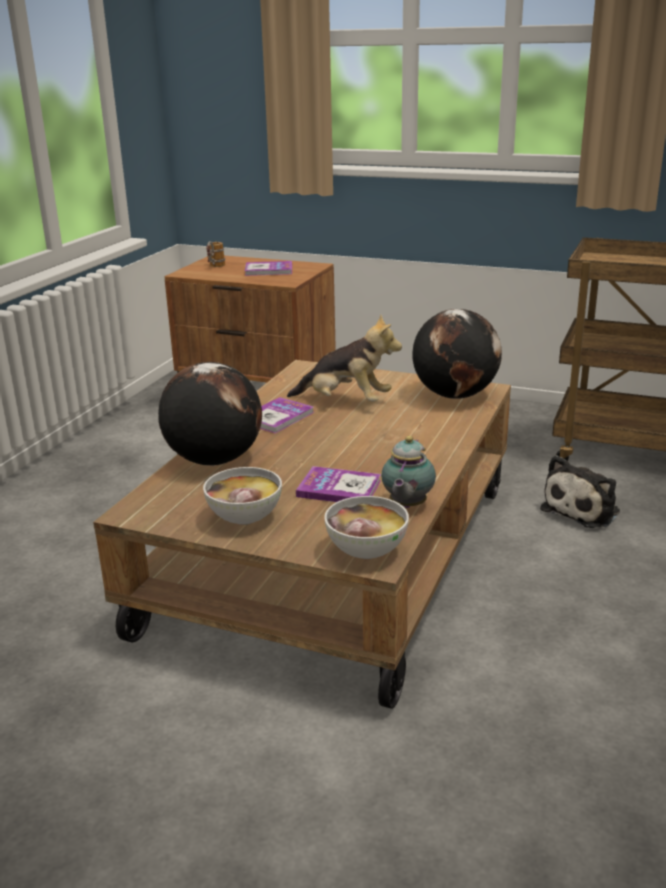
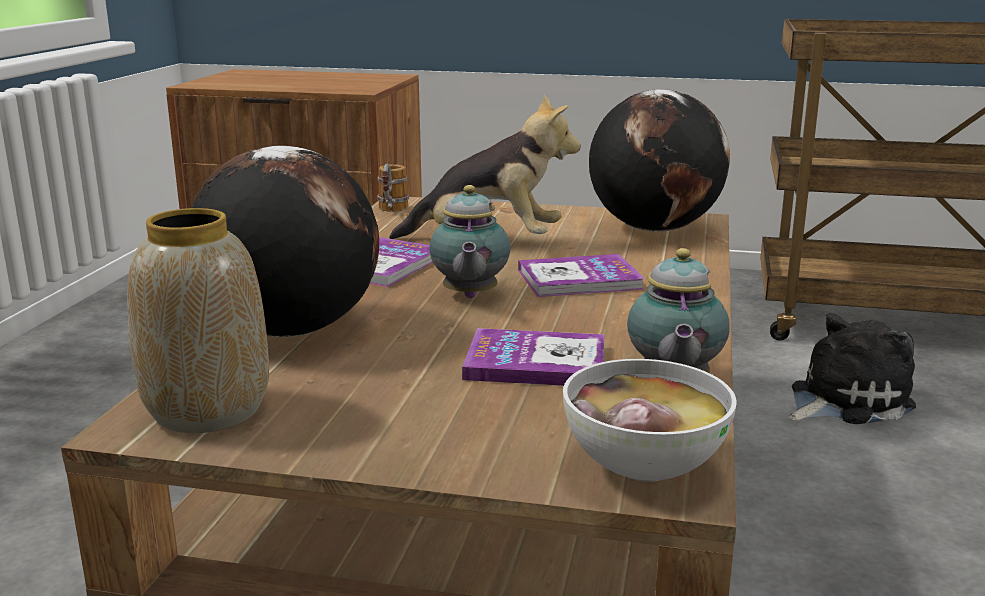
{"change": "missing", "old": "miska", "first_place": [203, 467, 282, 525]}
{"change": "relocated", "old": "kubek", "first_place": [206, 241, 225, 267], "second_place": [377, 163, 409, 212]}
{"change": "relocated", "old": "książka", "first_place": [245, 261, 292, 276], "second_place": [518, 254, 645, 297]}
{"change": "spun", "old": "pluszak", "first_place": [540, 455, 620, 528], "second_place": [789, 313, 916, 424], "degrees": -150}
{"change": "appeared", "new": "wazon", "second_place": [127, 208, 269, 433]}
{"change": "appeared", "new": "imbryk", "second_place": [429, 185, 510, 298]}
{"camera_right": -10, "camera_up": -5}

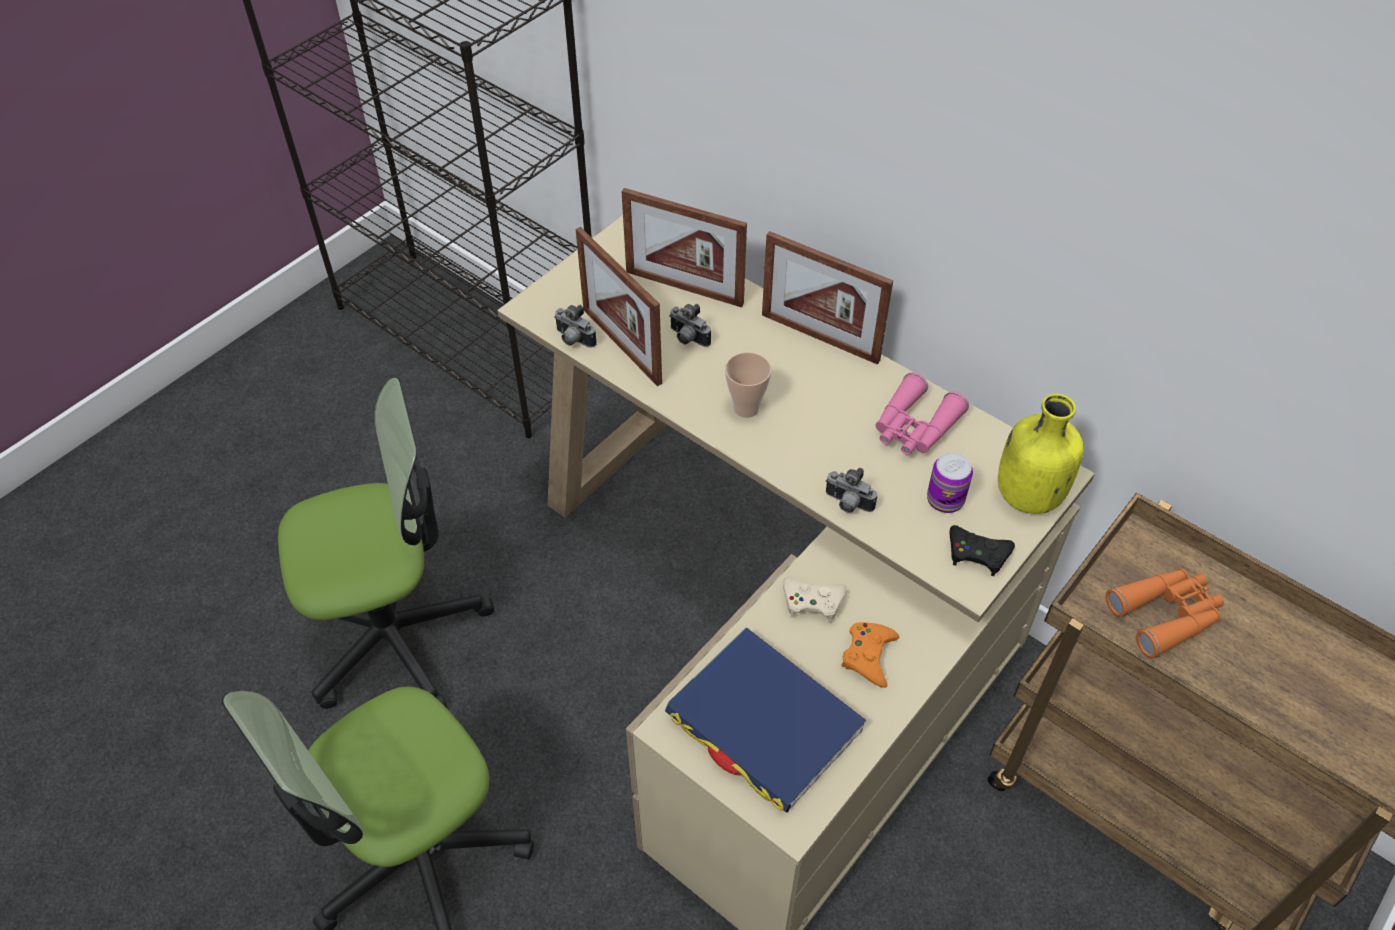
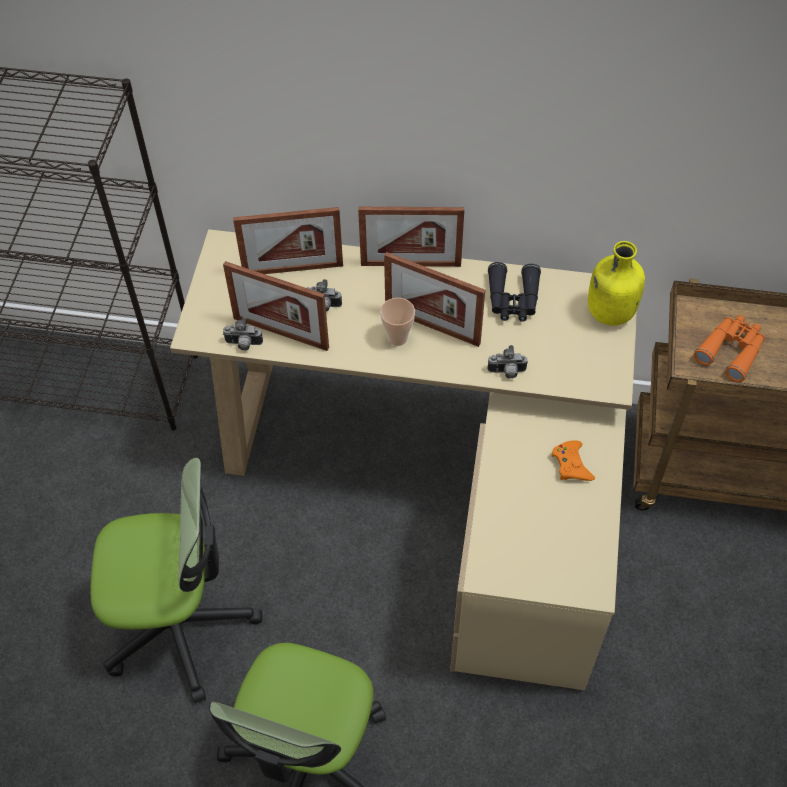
{"change": "spun", "old": "krzesło biurowe", "first_place": [278, 377, 494, 709], "second_place": [90, 457, 262, 703], "degrees": 45}
{"change": "missing", "old": "książka/niebieski", "first_place": [665, 627, 866, 813]}
{"change": "missing", "old": "pad do gier/beżowy", "first_place": [783, 577, 847, 623]}
{"change": "colour", "old": "lornetka/różowy", "new": "lornetka/czarny", "first_place": [875, 372, 969, 455], "second_place": [488, 262, 541, 322]}
{"change": "missing", "old": "puszka", "first_place": [927, 452, 973, 513]}
{"change": "missing", "old": "pad do gier/czarny", "first_place": [949, 525, 1015, 576]}
{"change": "appeared", "new": "ramka na zdjęcie", "second_place": [384, 252, 485, 347]}
{"camera_right": -30, "camera_up": 5}

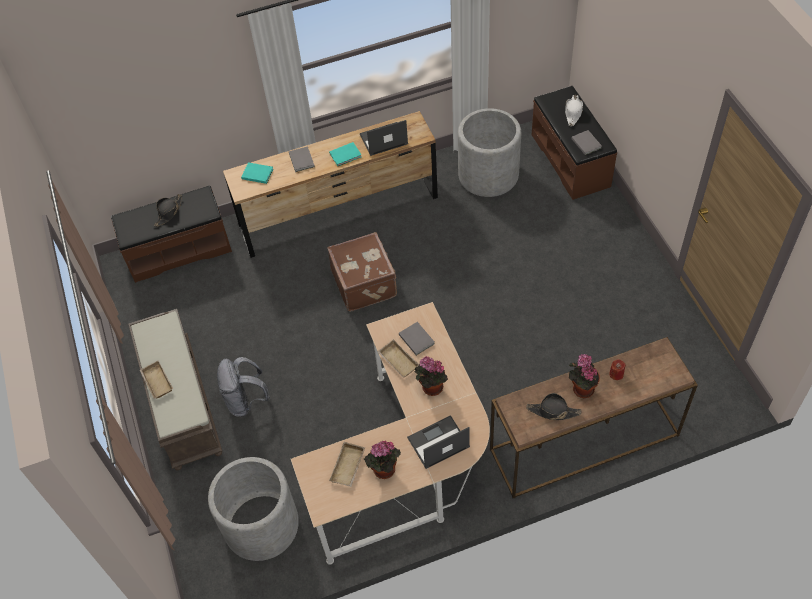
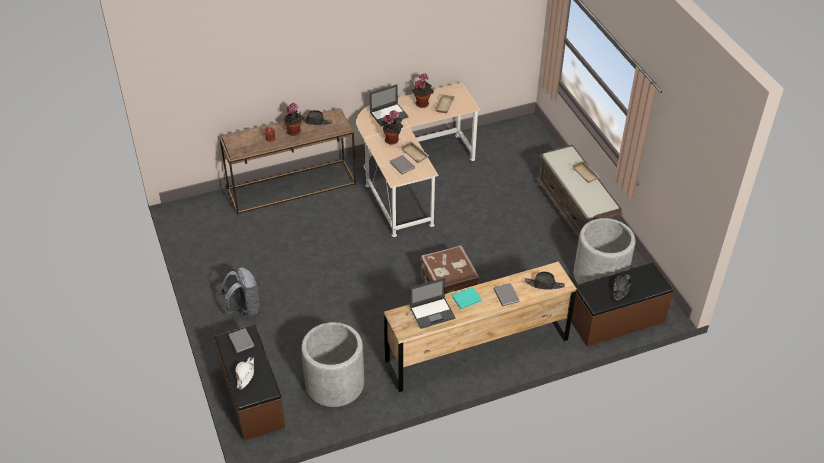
{"change": "relocated", "old": "donica/szary", "first_place": [208, 457, 299, 561], "second_place": [574, 218, 636, 284]}
{"change": "relocated", "old": "plecak/szary", "first_place": [217, 357, 270, 417], "second_place": [221, 267, 260, 317]}
{"change": "exchanged", "old": "książka/turkusowy", "new": "kapelusz/czarny", "first_place": [241, 162, 273, 184], "second_place": [525, 272, 565, 290]}
{"camera_right": 175, "camera_up": -10}

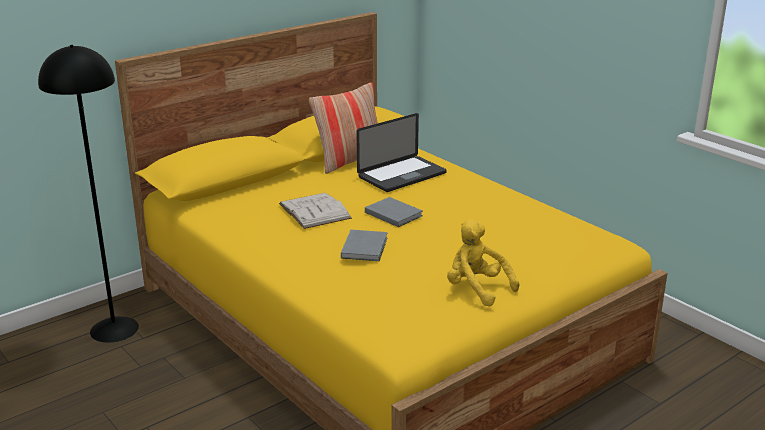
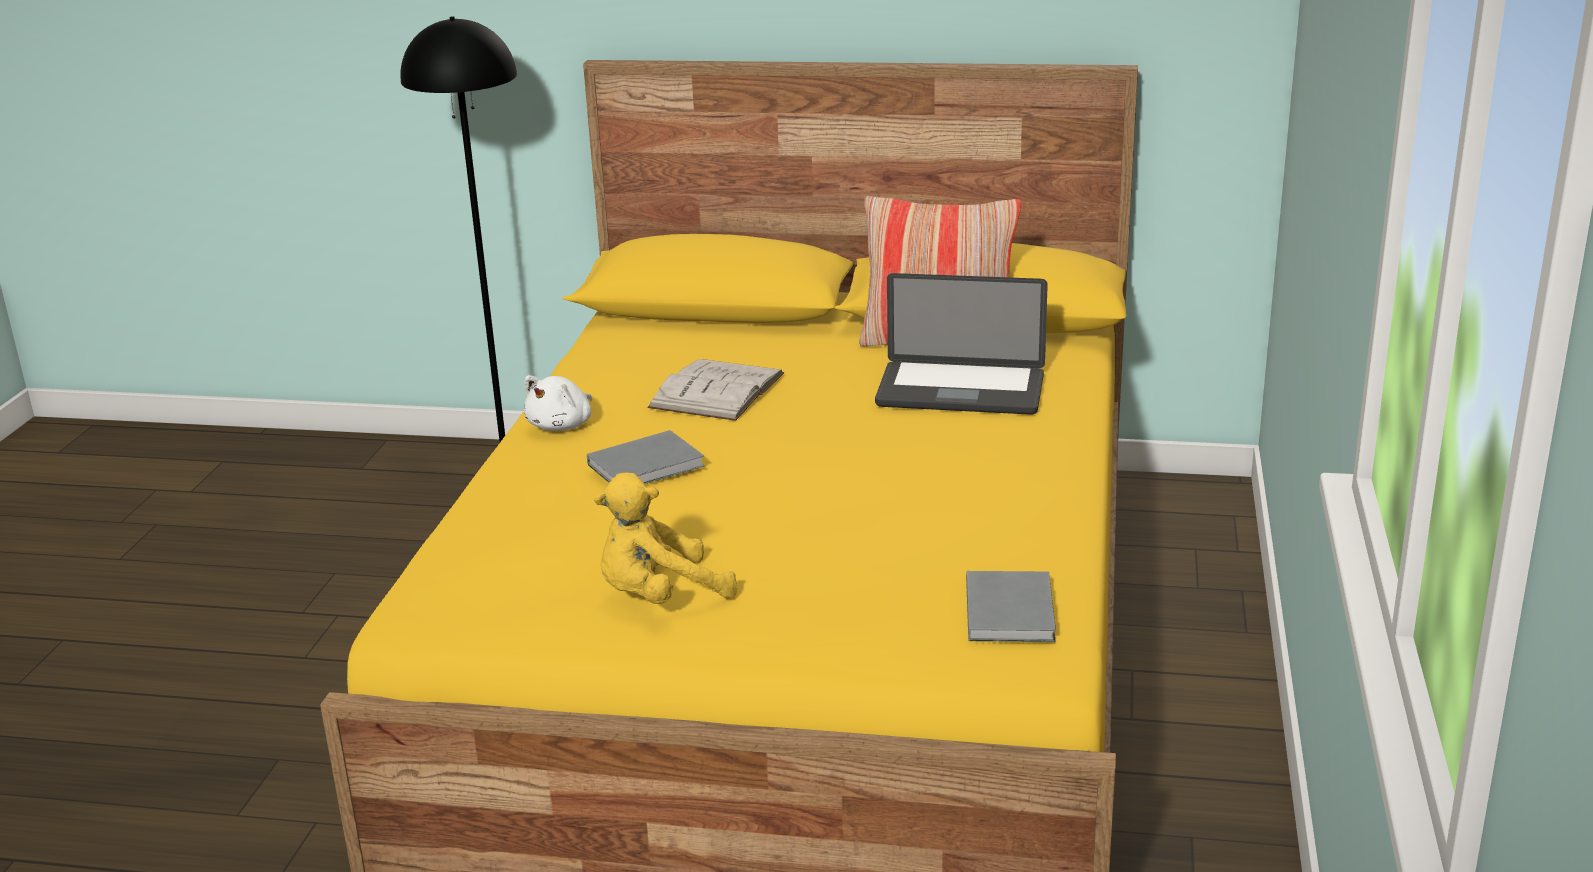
{"change": "relocated", "old": "książka/szary", "first_place": [365, 197, 423, 227], "second_place": [966, 571, 1056, 642]}
{"change": "spun", "old": "pluszak/żółty", "first_place": [447, 219, 519, 307], "second_place": [594, 473, 738, 604], "degrees": -120}
{"change": "appeared", "new": "pluszak/biały", "second_place": [524, 375, 592, 431]}
{"camera_right": 50, "camera_up": 0}

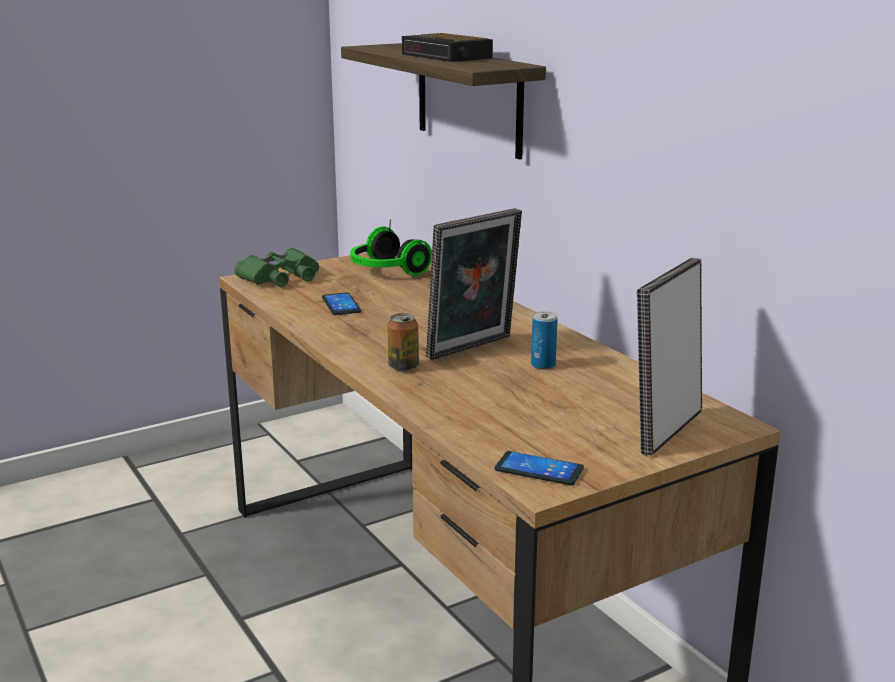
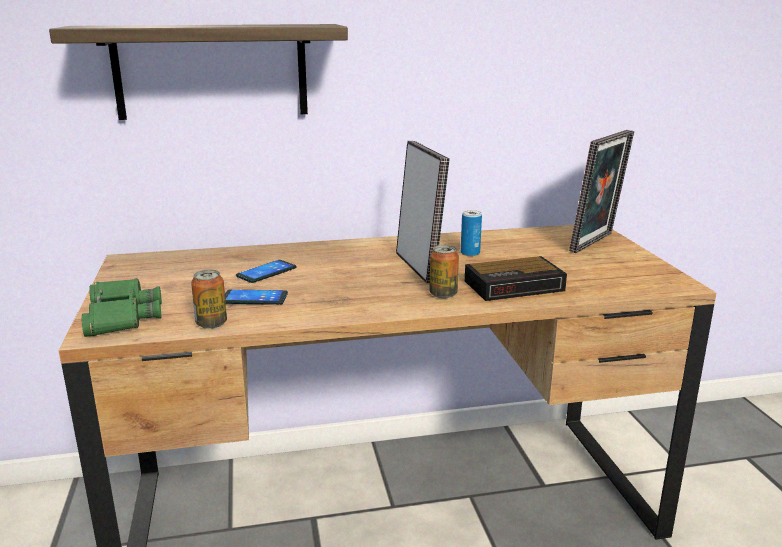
{"change": "missing", "old": "słuchawki", "first_place": [350, 219, 432, 276]}
{"change": "relocated", "old": "budzik", "first_place": [402, 33, 493, 62], "second_place": [465, 256, 567, 301]}
{"change": "relocated", "old": "telefon", "first_place": [495, 451, 584, 486], "second_place": [236, 260, 296, 283]}
{"change": "spun", "old": "ramka na zdjęcie", "first_place": [637, 258, 702, 456], "second_place": [569, 130, 634, 253], "degrees": -105}
{"change": "appeared", "new": "puszka", "second_place": [191, 269, 227, 329]}
{"camera_right": -70, "camera_up": 0}

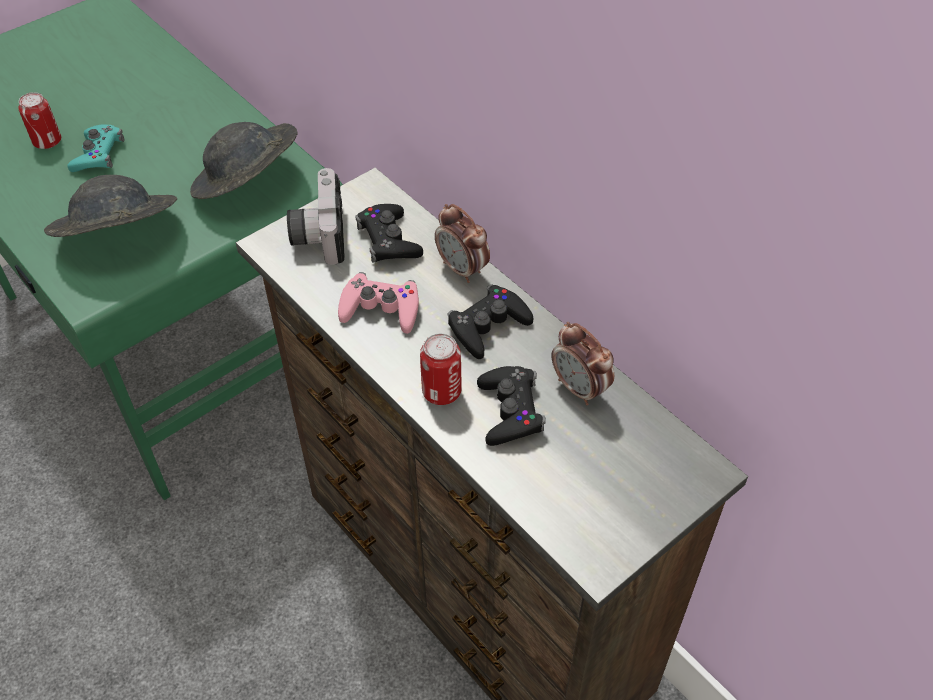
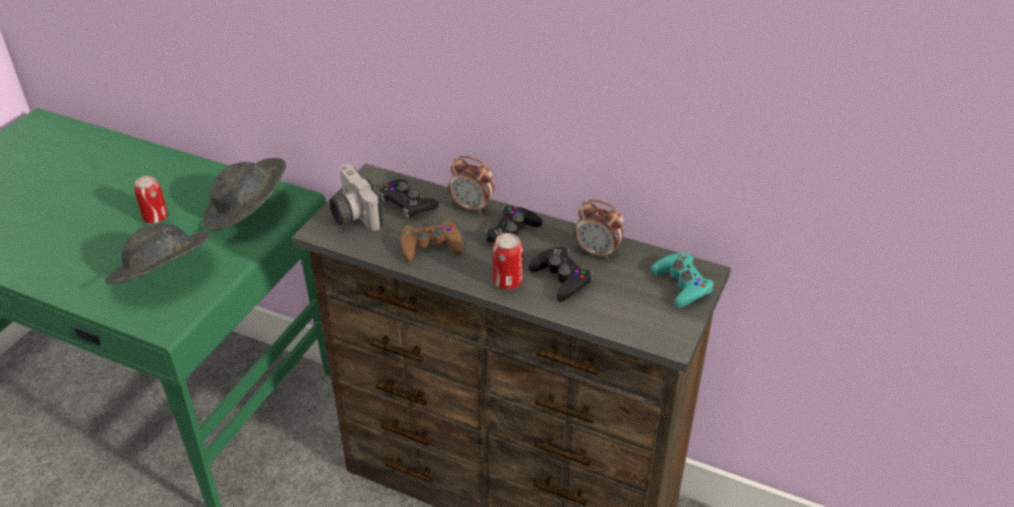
{"change": "relocated", "old": "puszka", "first_place": [18, 92, 61, 149], "second_place": [134, 176, 168, 223]}
{"change": "relocated", "old": "pad do gier/turkusowy", "first_place": [67, 124, 125, 172], "second_place": [651, 253, 715, 308]}
{"change": "colour", "old": "pad do gier/różowy", "new": "pad do gier/brązowy", "first_place": [338, 272, 419, 334], "second_place": [401, 220, 463, 263]}
{"camera_right": -25, "camera_up": -10}

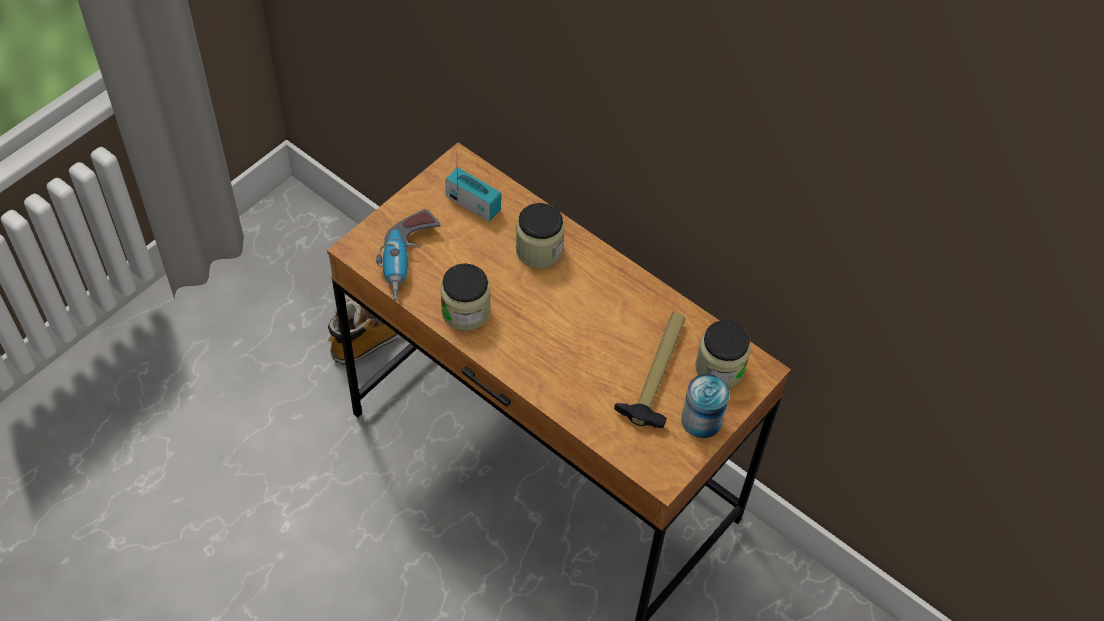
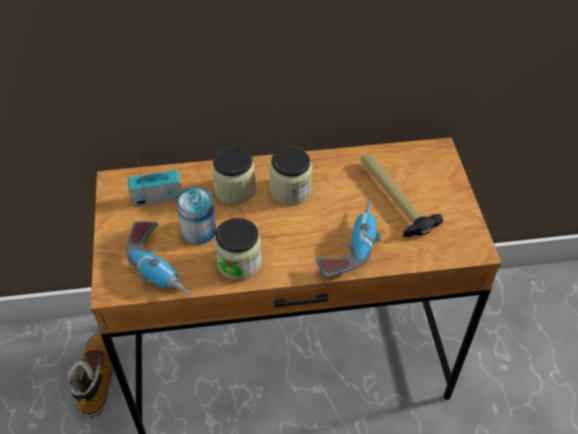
{"change": "relocated", "old": "puszka", "first_place": [681, 374, 730, 438], "second_place": [176, 187, 216, 245]}
{"change": "relocated", "old": "słoik", "first_place": [695, 320, 751, 387], "second_place": [269, 147, 312, 205]}
{"change": "appeared", "new": "wiertarka", "second_place": [316, 200, 382, 278]}
{"camera_right": -45, "camera_up": -5}

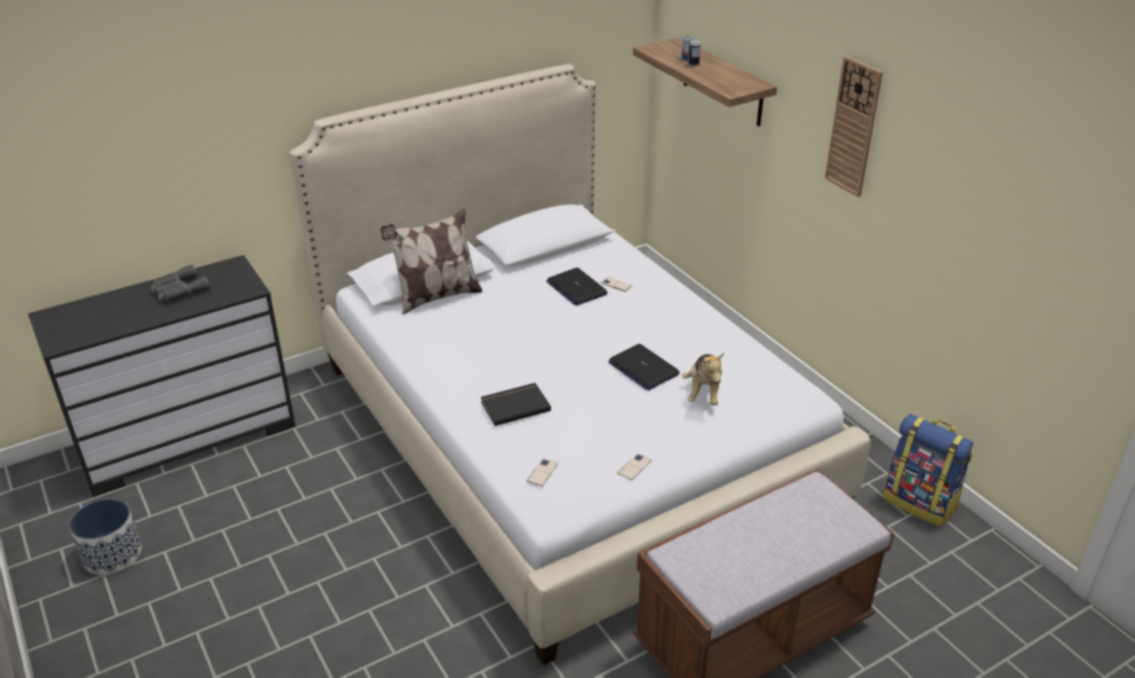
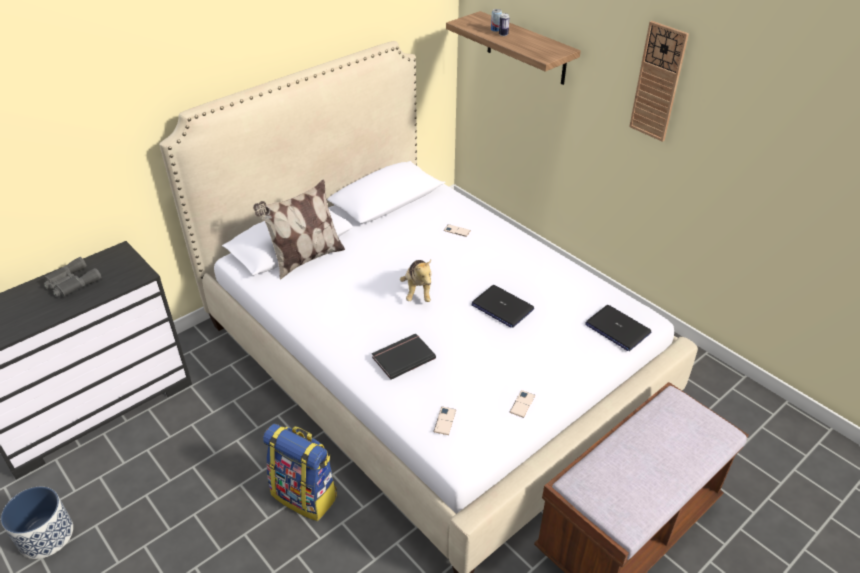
{"change": "relocated", "old": "laptop", "first_place": [546, 268, 608, 306], "second_place": [585, 305, 651, 351]}
{"change": "relocated", "old": "pluszak", "first_place": [682, 352, 724, 405], "second_place": [400, 260, 432, 302]}
{"change": "relocated", "old": "plecak", "first_place": [883, 414, 973, 527], "second_place": [263, 424, 337, 521]}
{"camera_right": -10, "camera_up": 5}

